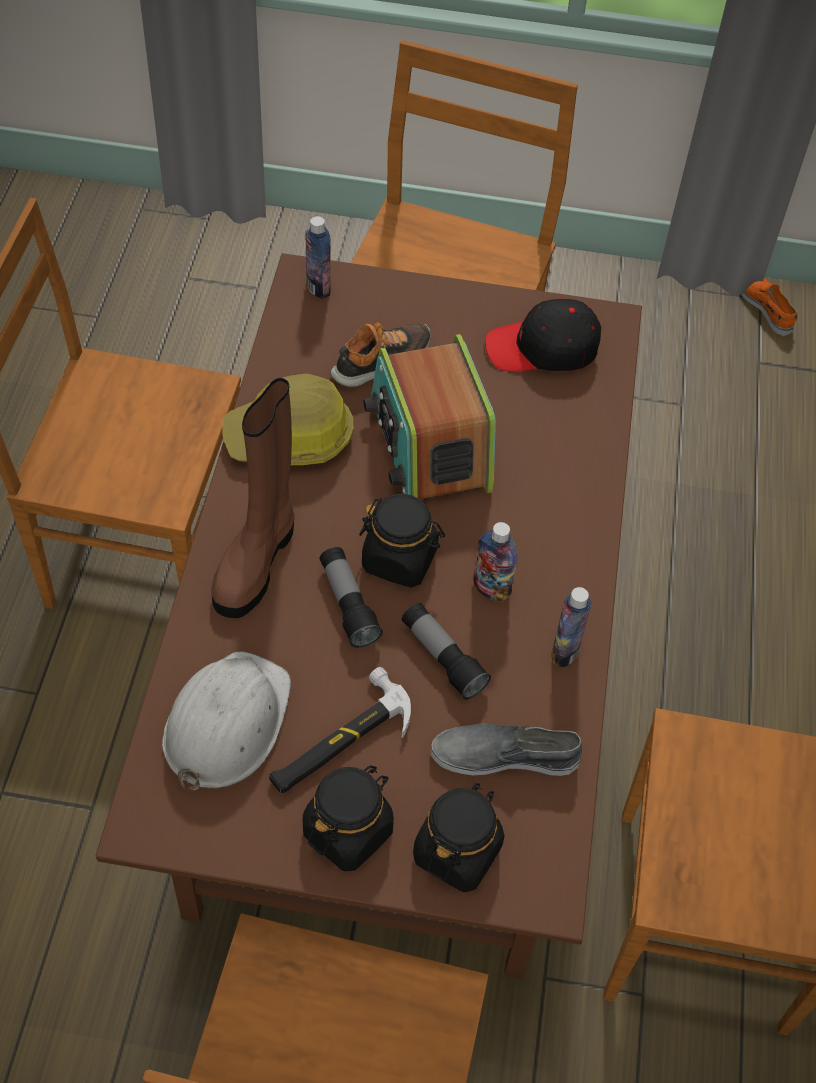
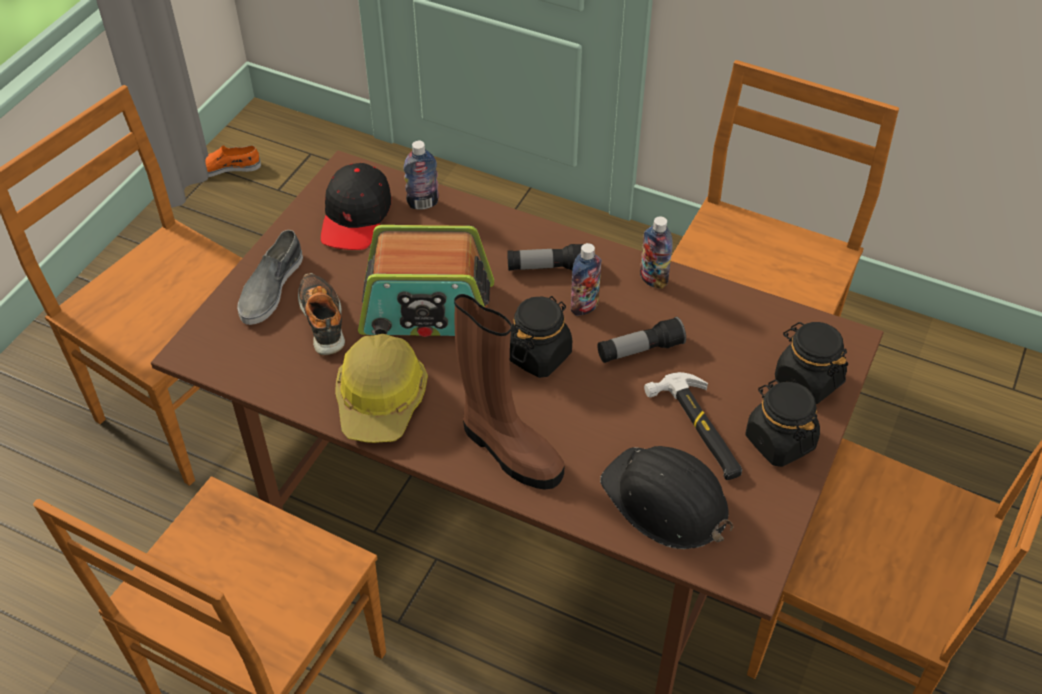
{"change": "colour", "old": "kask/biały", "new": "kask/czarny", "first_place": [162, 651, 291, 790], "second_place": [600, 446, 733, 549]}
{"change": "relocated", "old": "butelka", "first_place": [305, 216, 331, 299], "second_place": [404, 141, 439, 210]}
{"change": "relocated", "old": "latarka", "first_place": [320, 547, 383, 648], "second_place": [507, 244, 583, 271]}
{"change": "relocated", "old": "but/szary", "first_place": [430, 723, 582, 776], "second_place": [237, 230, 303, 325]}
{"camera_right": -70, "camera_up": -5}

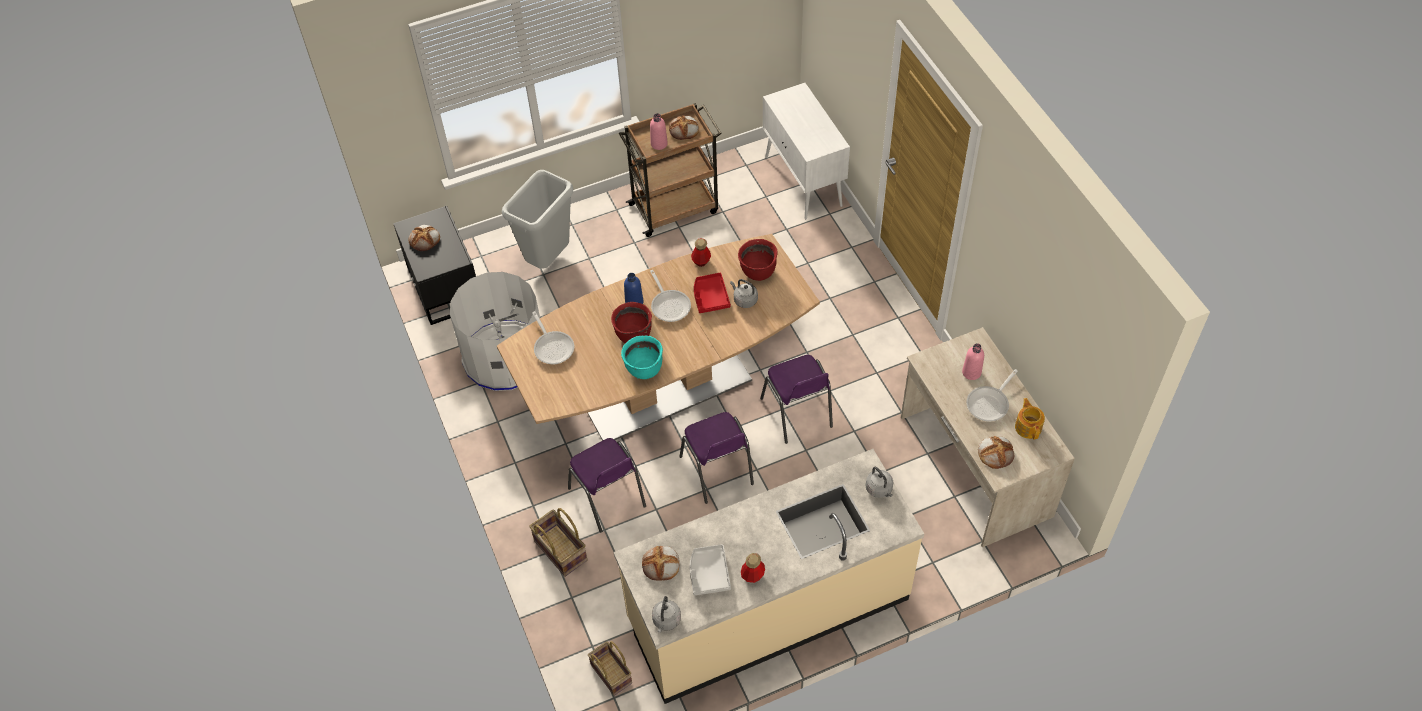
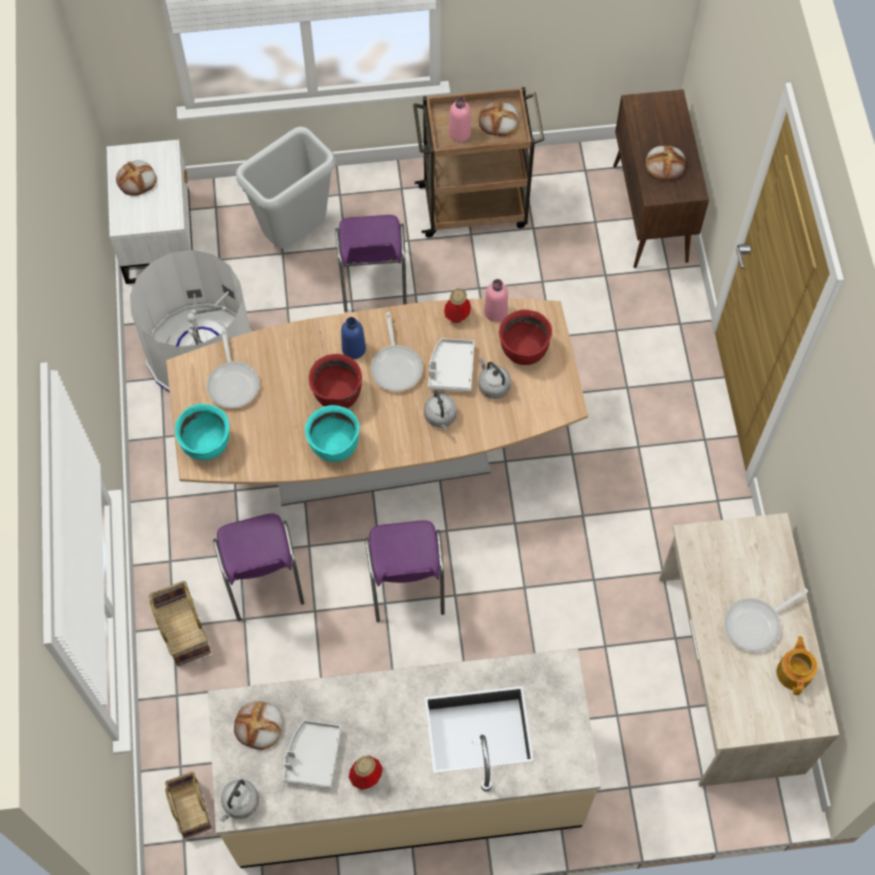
{"change": "colour", "old": "szafka nocna/czarny", "new": "szafka nocna/biały", "first_place": [393, 206, 476, 325], "second_place": [107, 140, 193, 284]}
{"change": "colour", "old": "taca/czerwony", "new": "taca/biały", "first_place": [694, 273, 731, 313], "second_place": [428, 338, 475, 392]}
{"change": "relocated", "old": "krzesło/fioletowy", "first_place": [760, 355, 833, 444], "second_place": [335, 215, 407, 312]}
{"change": "colour", "old": "szafka/biały", "new": "szafka/brązowy", "first_place": [763, 83, 850, 219], "second_place": [613, 89, 709, 268]}
{"change": "relocated", "old": "czajnik/szary", "first_place": [866, 467, 893, 498], "second_place": [424, 390, 457, 430]}
{"change": "relocated", "old": "butelka/różowy", "first_place": [962, 343, 984, 380], "second_place": [484, 279, 508, 322]}
{"change": "relocated", "old": "chleb", "first_place": [978, 436, 1014, 469], "second_place": [646, 145, 686, 181]}
{"change": "appeared", "new": "garnek/turkusowy", "second_place": [175, 404, 229, 460]}
{"camera_right": 15, "camera_up": 10}

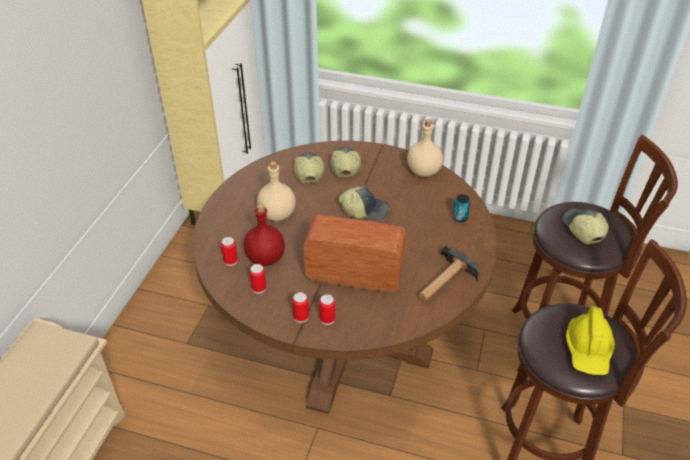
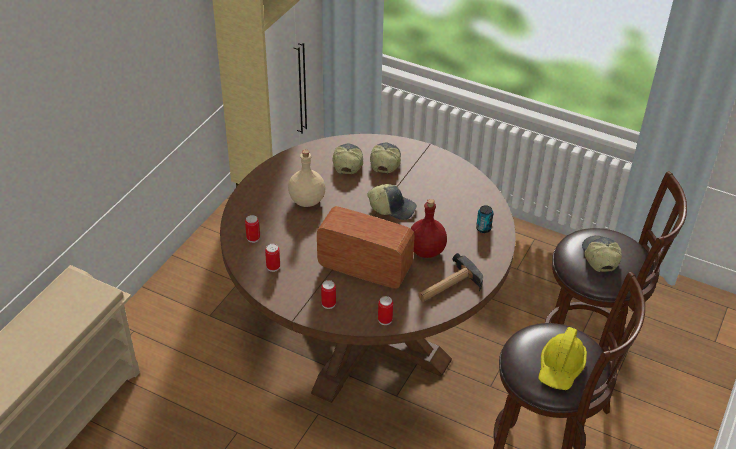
{"change": "relocated", "old": "butelka/czerwony", "first_place": [244, 204, 285, 266], "second_place": [411, 199, 447, 258]}
{"change": "relocated", "old": "puszka", "first_place": [292, 292, 309, 323], "second_place": [378, 296, 393, 325]}
{"change": "missing", "old": "butelka/beżowy", "first_place": [407, 119, 443, 177]}
{"camera_right": 10, "camera_up": 0}

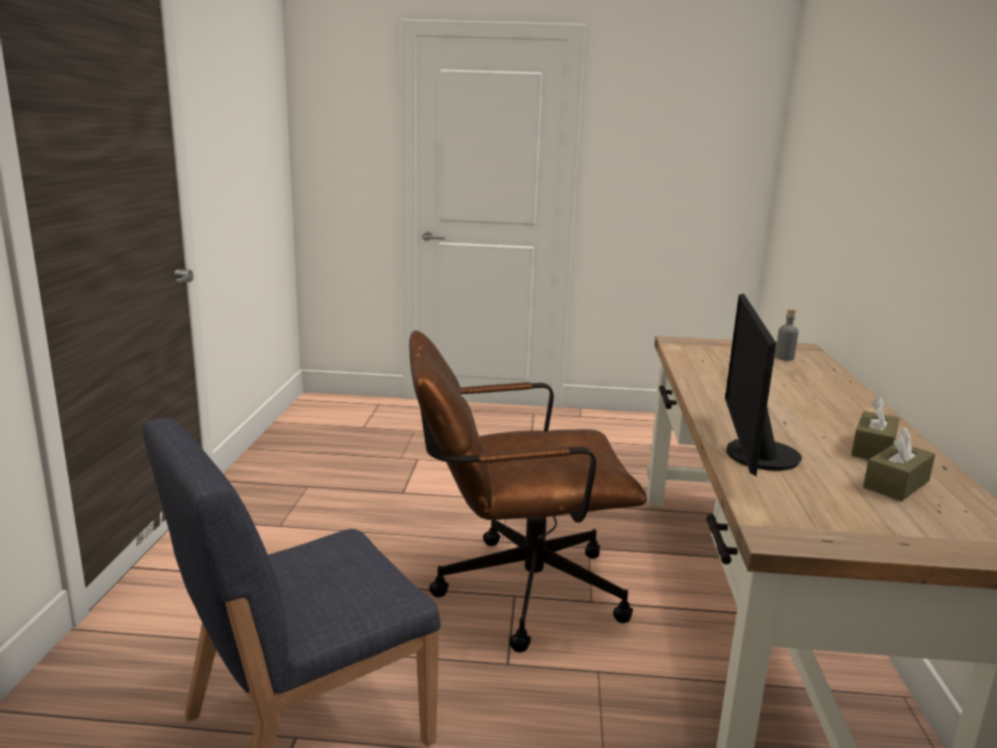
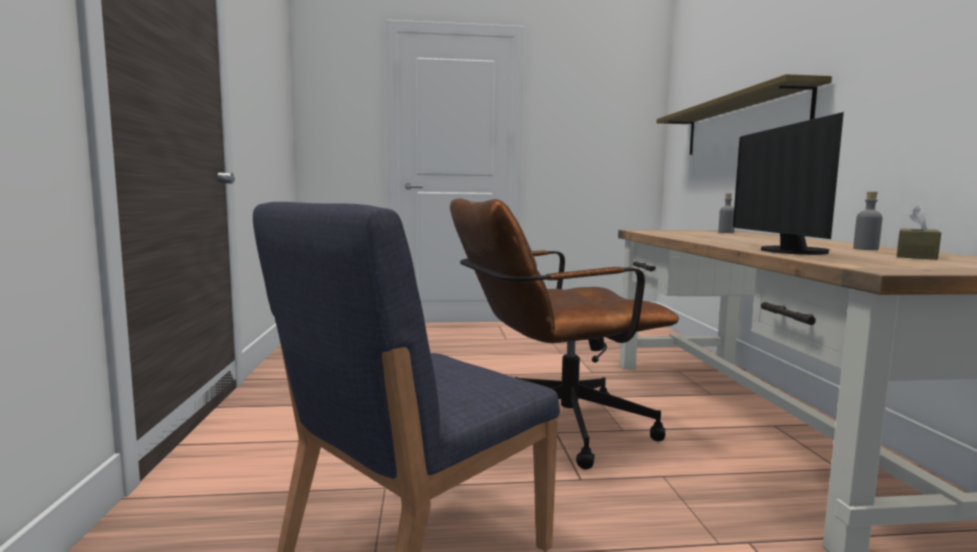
{"change": "exchanged", "old": "pudełko chusteczek/brązowy", "new": "butelka/szary", "first_place": [851, 397, 900, 460], "second_place": [853, 192, 883, 250]}
{"change": "appeared", "new": "półka", "second_place": [657, 74, 832, 155]}
{"camera_right": -10, "camera_up": -10}

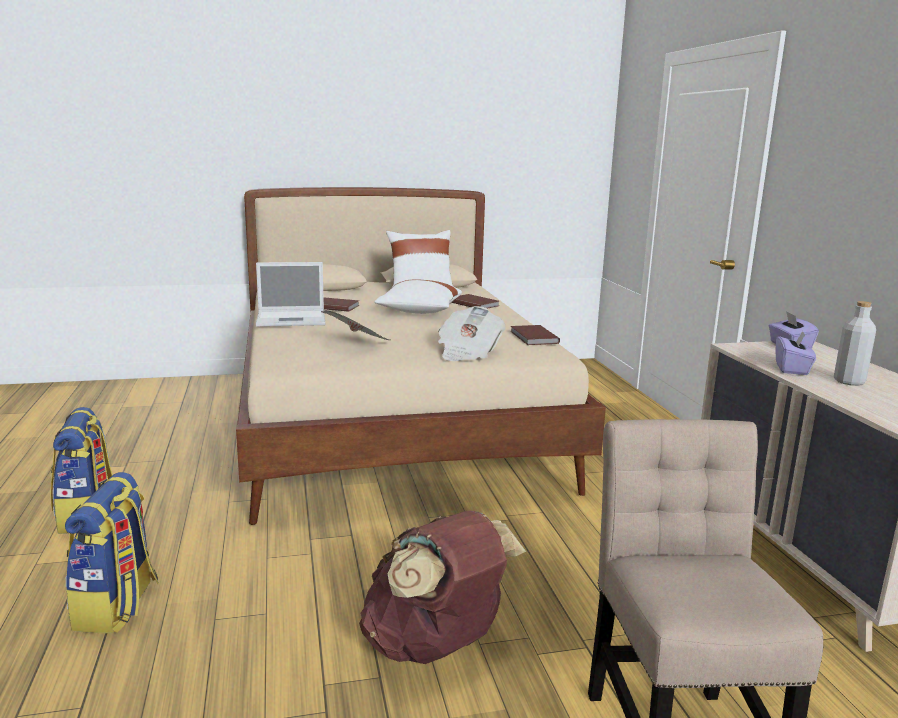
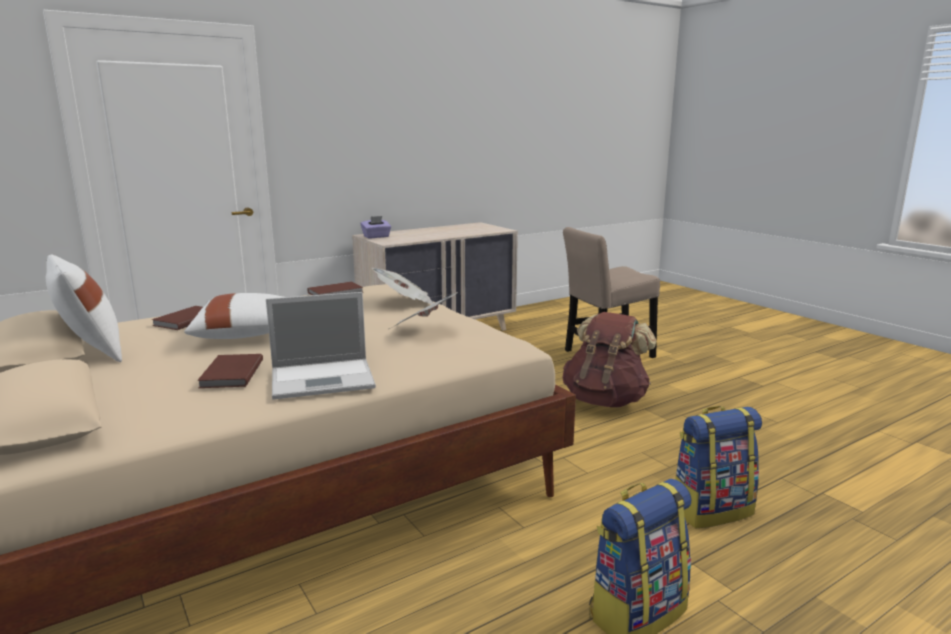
{"change": "spun", "old": "laptop", "first_place": [256, 262, 325, 327], "second_place": [266, 292, 376, 400], "degrees": 105}
{"change": "missing", "old": "pudełko chusteczek/fioletowy", "first_place": [775, 331, 816, 375]}
{"change": "missing", "old": "butelka/szary", "first_place": [834, 301, 876, 386]}
{"camera_right": -110, "camera_up": 0}

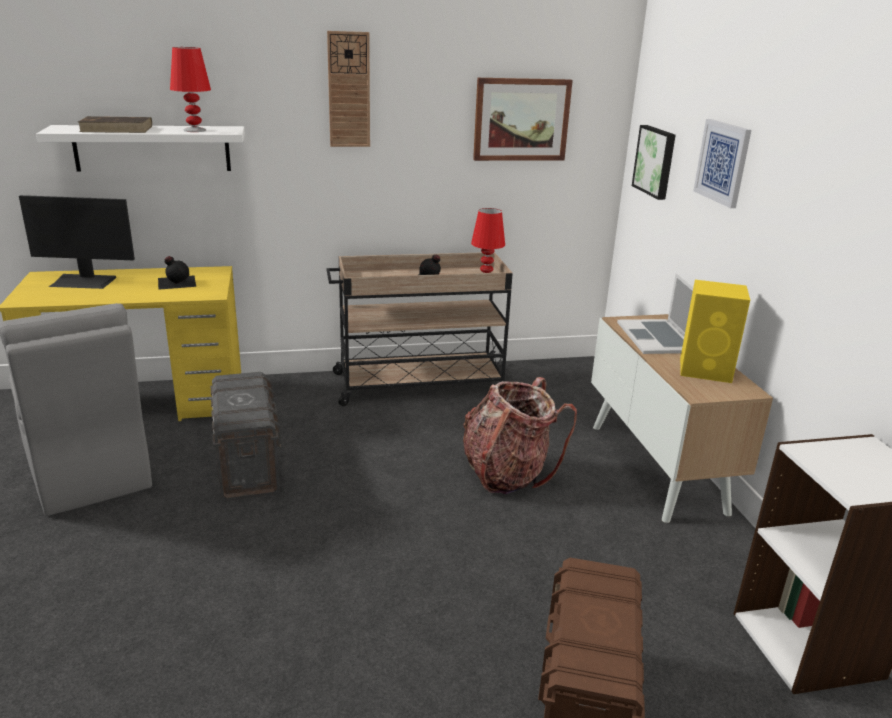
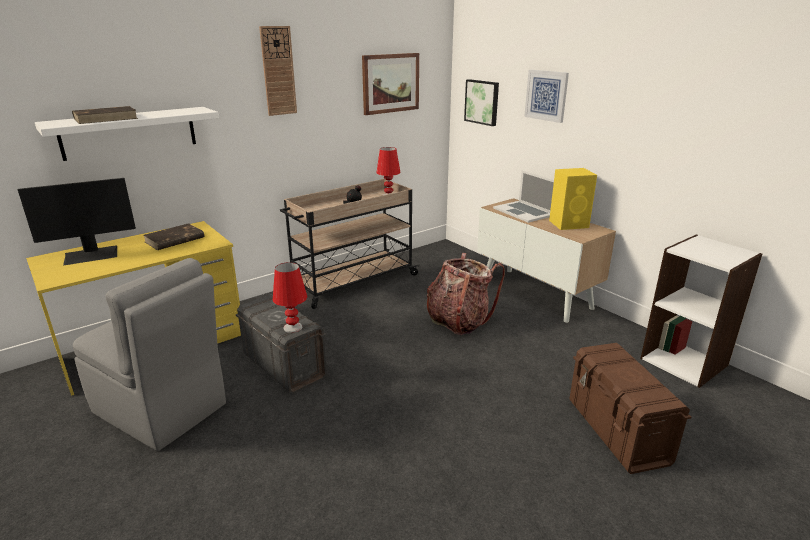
{"change": "exchanged", "old": "butelka/czarny", "new": "książka/brązowy", "first_place": [158, 256, 196, 290], "second_place": [143, 223, 204, 250]}
{"change": "relocated", "old": "lampa stołowa/czerwony", "first_place": [170, 47, 211, 132], "second_place": [273, 262, 307, 333]}
{"camera_right": -25, "camera_up": 0}

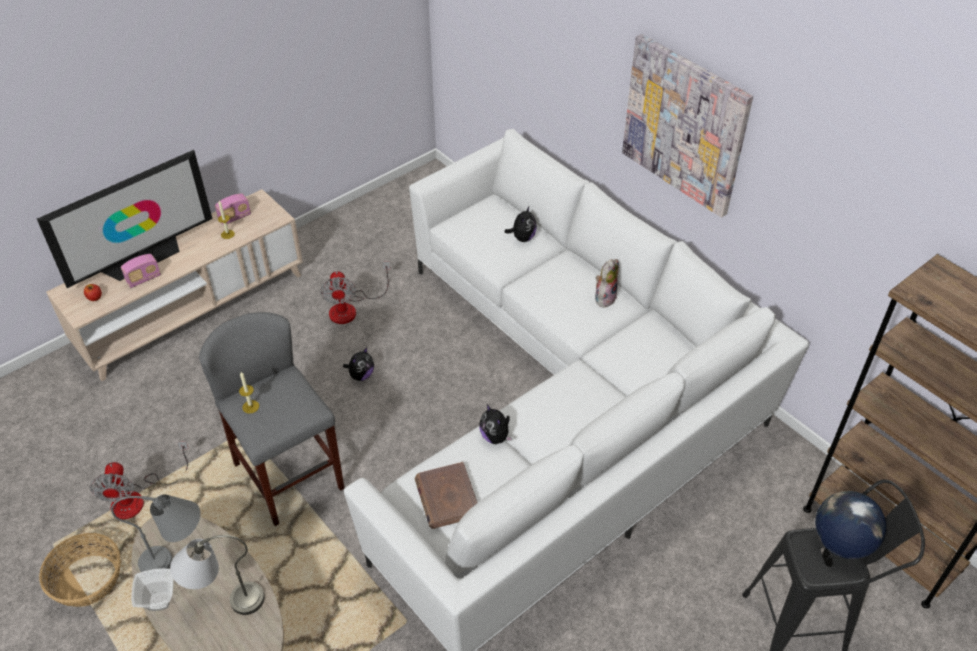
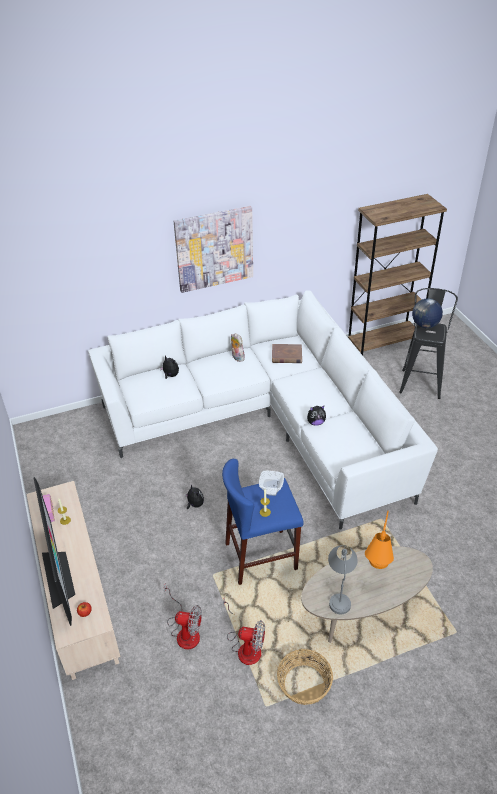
{"change": "missing", "old": "radio", "first_place": [121, 254, 161, 288]}
{"change": "relocated", "old": "miska", "first_place": [131, 568, 174, 611], "second_place": [259, 470, 284, 496]}
{"change": "colour", "old": "lampa stołowa/szary", "new": "lampa stołowa/pomarańczowy", "first_place": [170, 535, 265, 615], "second_place": [365, 511, 394, 569]}
{"change": "colour", "old": "stołek/szary", "new": "stołek/niebieski", "first_place": [199, 312, 344, 526], "second_place": [222, 459, 304, 585]}
{"change": "relocated", "old": "wentylator", "first_place": [320, 261, 390, 324], "second_place": [164, 583, 202, 649]}
{"change": "relocated", "old": "książka/brązowy", "first_place": [415, 462, 478, 529], "second_place": [272, 344, 302, 363]}
{"camera_right": -70, "camera_up": -5}

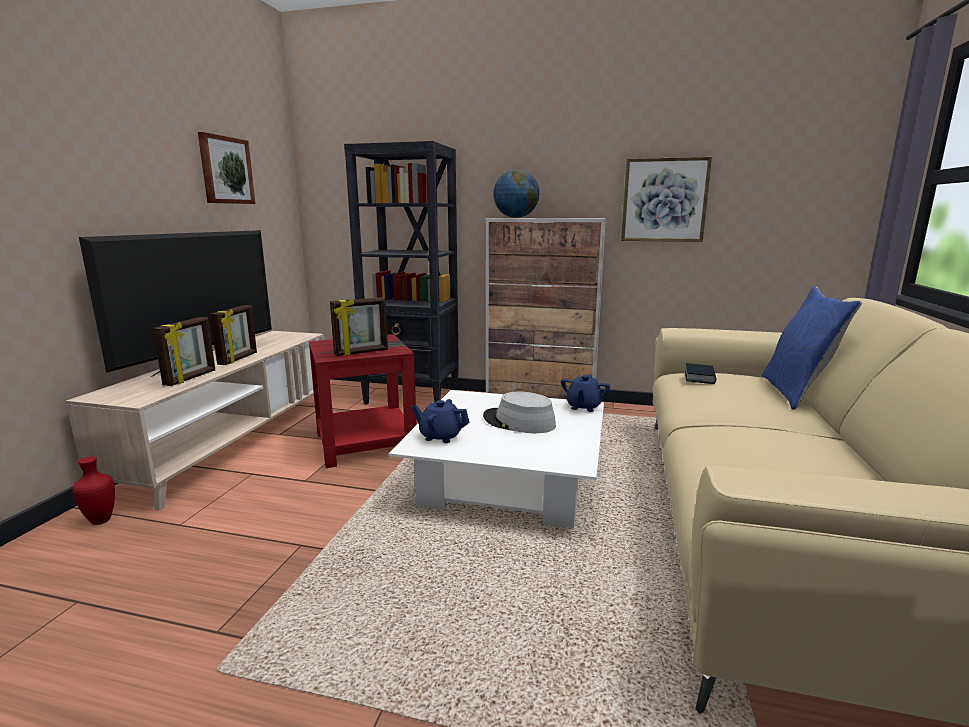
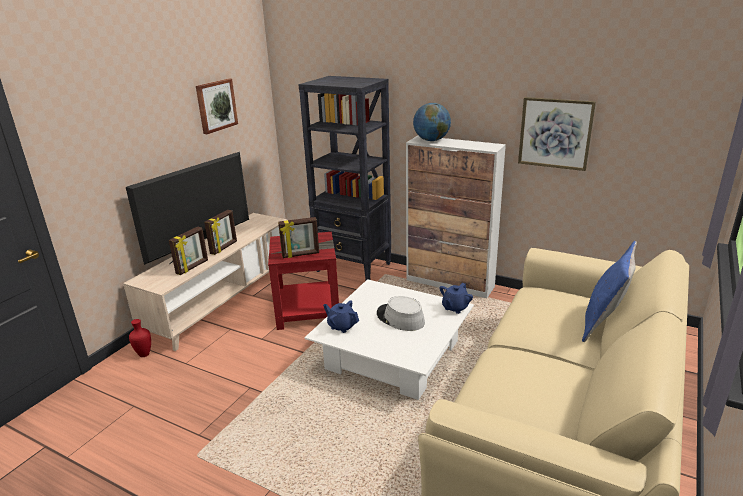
{"change": "missing", "old": "książka", "first_place": [685, 363, 716, 384]}
{"camera_right": 15, "camera_up": 10}

